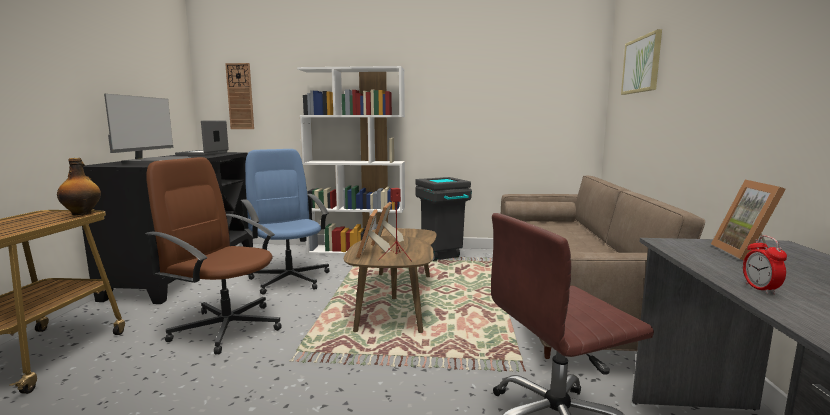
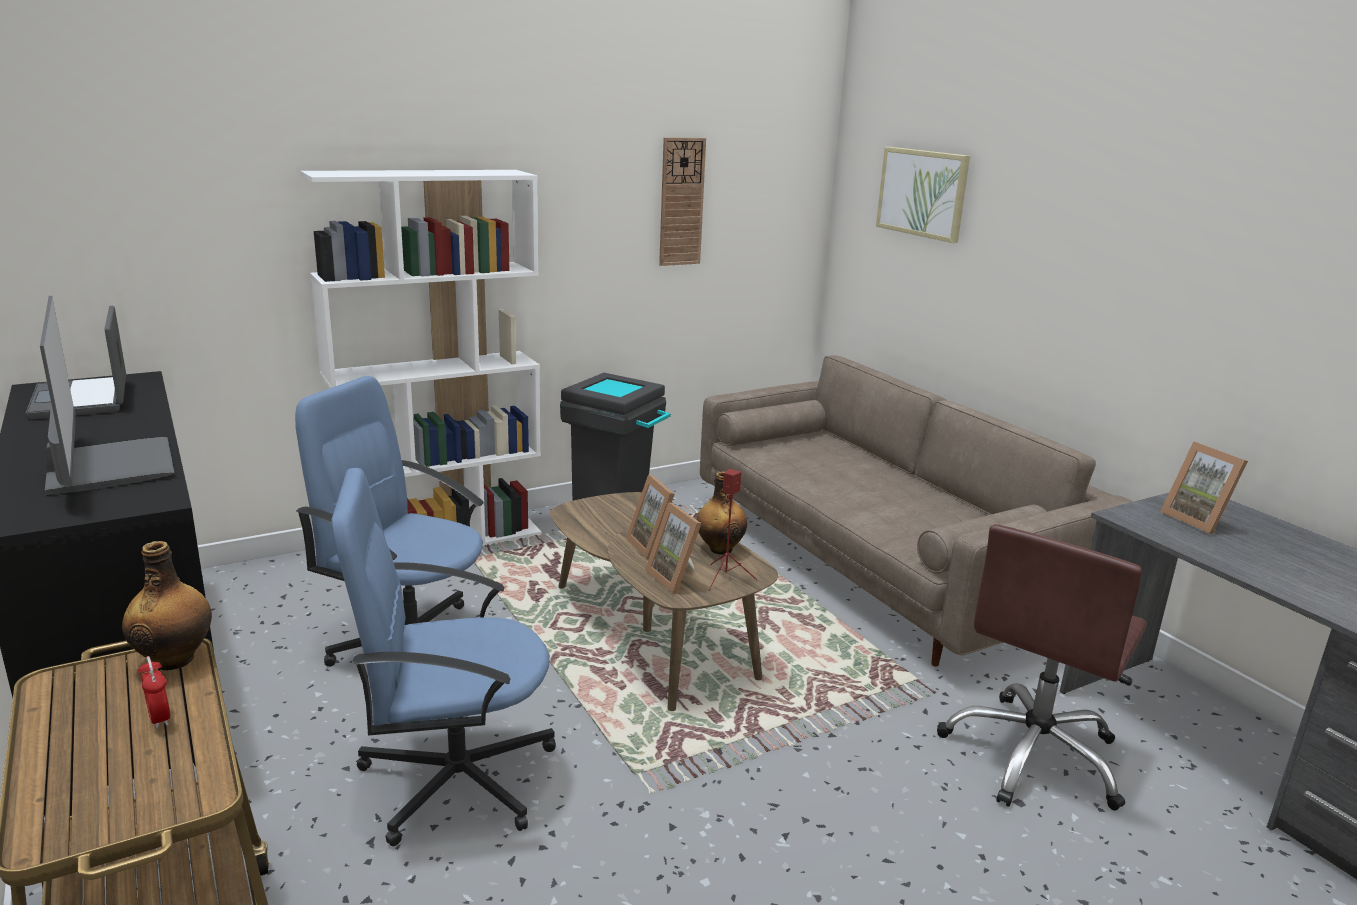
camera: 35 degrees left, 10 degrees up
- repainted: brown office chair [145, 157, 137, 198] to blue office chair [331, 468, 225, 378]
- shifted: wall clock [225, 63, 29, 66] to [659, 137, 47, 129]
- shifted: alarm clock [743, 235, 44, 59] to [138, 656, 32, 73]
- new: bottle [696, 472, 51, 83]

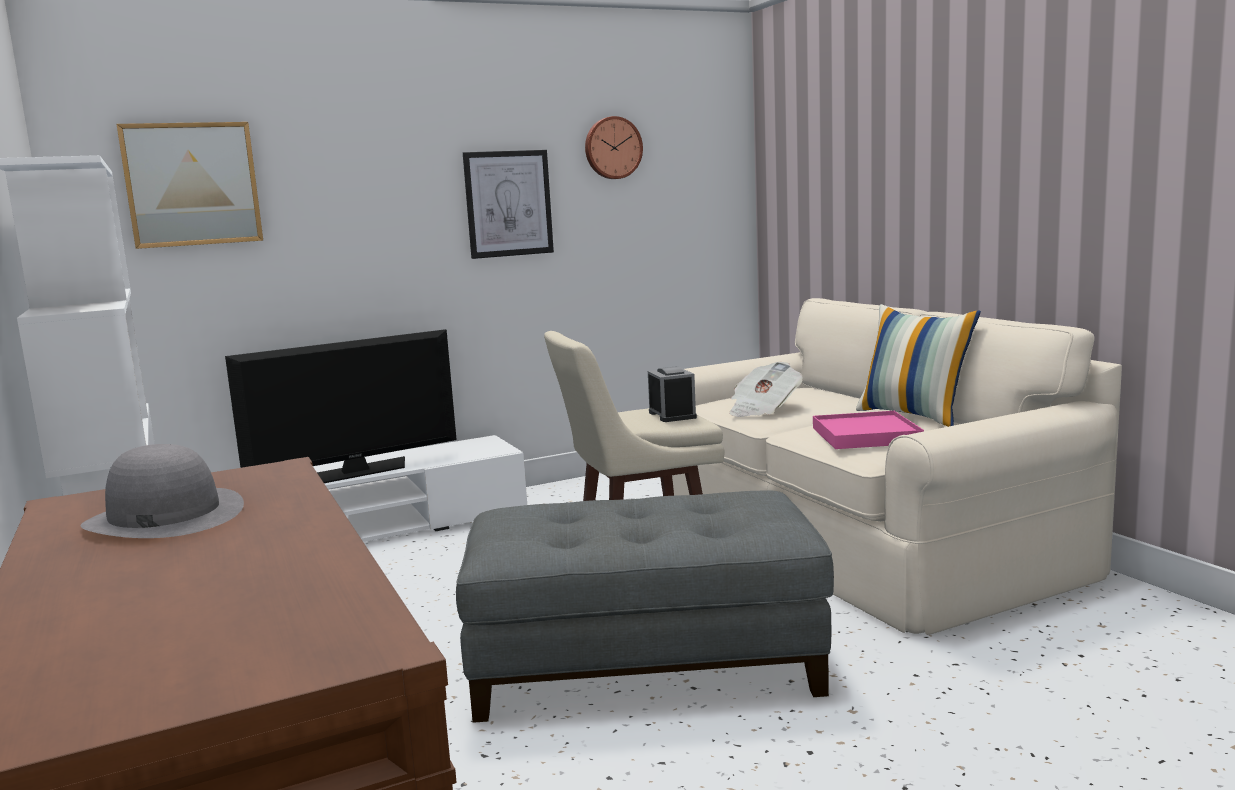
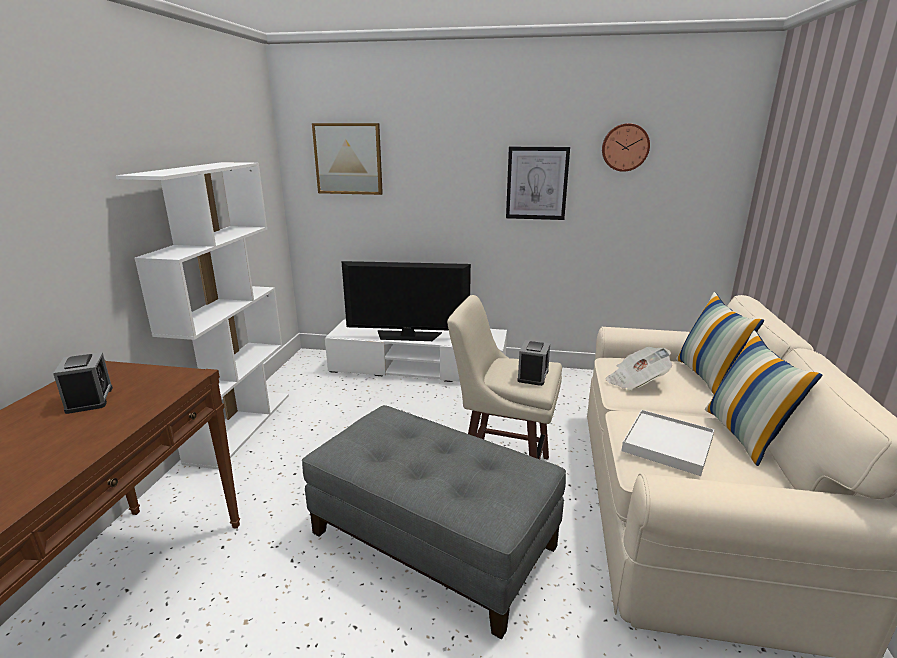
camera: 35 degrees right, 10 degrees up
- swapped: grey hat [81, 444, 163, 94] to alarm clock [53, 352, 60, 62]
- repainted: pink tray [813, 411, 111, 38] to white tray [621, 410, 94, 66]
- new: pillow [676, 292, 88, 102]

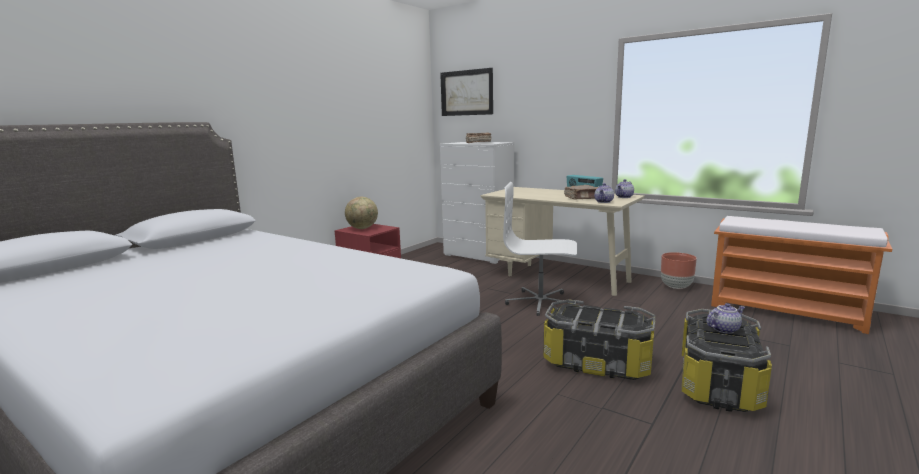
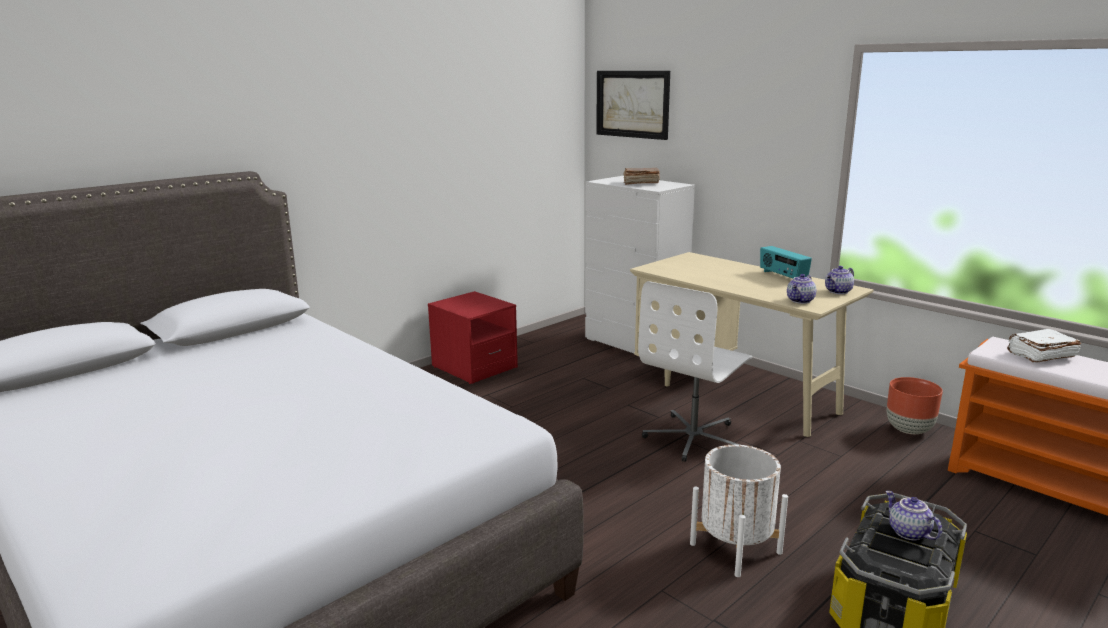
camera: 10 degrees right, 5 degrees up
- gone: globe [345, 197, 33, 32]
- rotated: white office chair [503, 182, 74, 134] = [638, 281, 115, 181] 75 degrees counterclockwise
- swapped: storage box [543, 299, 113, 81] to white planter [690, 445, 98, 132]
- gone: brown book [564, 185, 34, 14]
- rotated: teapot [707, 303, 38, 31] = [886, 491, 56, 50] 105 degrees counterclockwise
- new: white book [1007, 329, 74, 34]

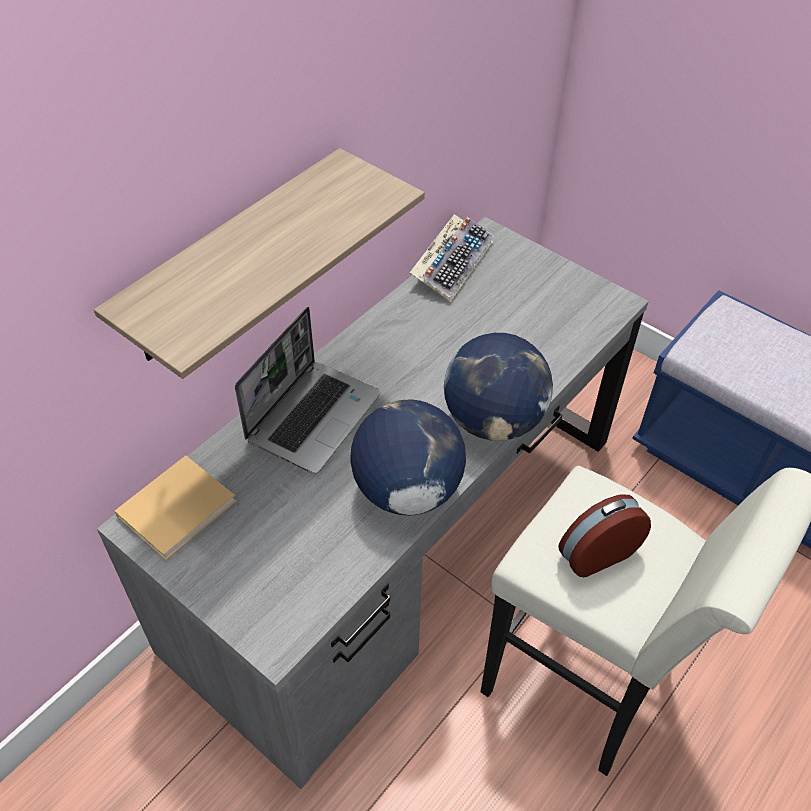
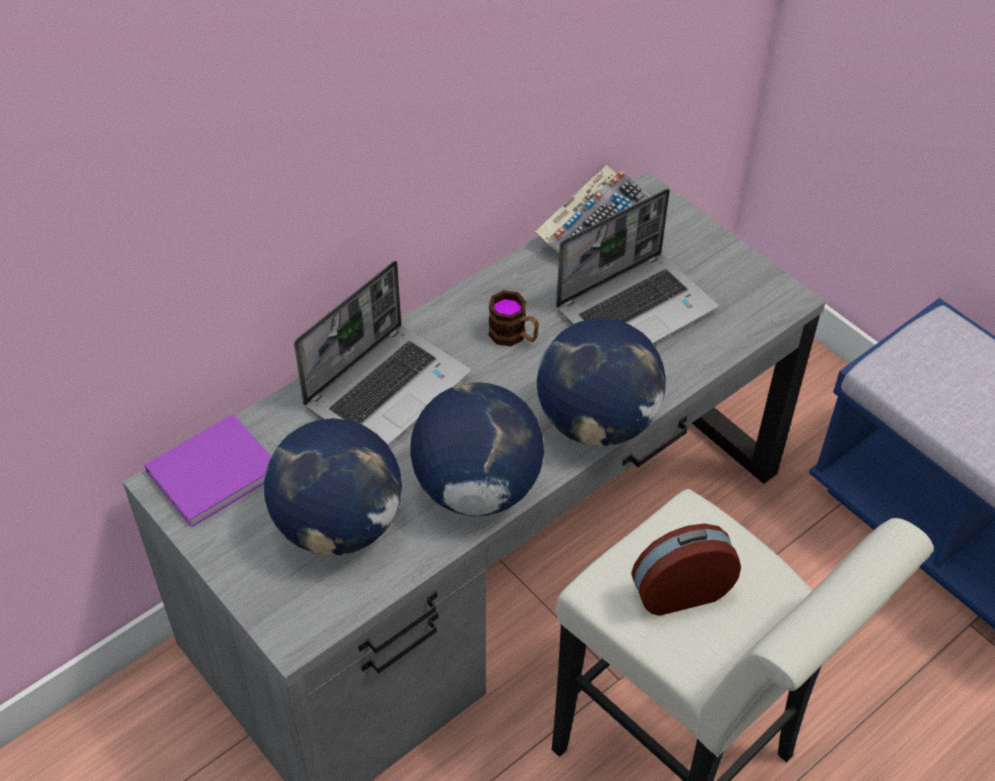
camera: 10 degrees right, 0 degrees up
- gone: shelf [94, 148, 331, 231]
- repainted: beige book [115, 456, 121, 104] to purple book [144, 414, 127, 114]
- new: globe [264, 418, 138, 138]
- new: mug [488, 290, 51, 57]
- new: laptop [556, 188, 162, 156]

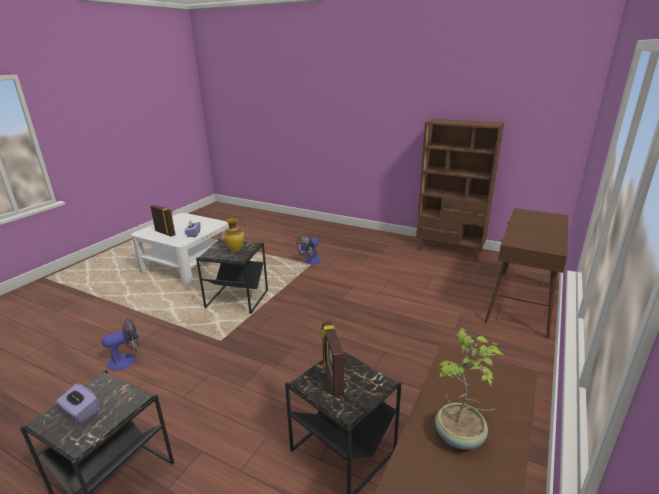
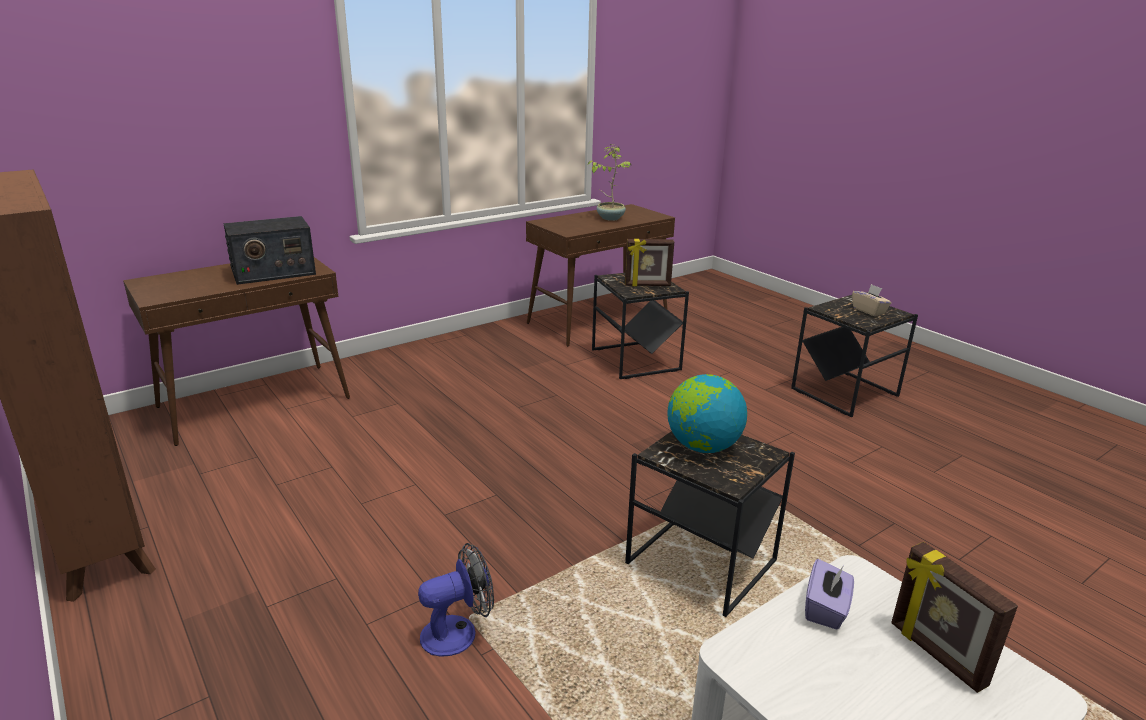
camera: 155 degrees left, 0 degrees up
- repainted: purple tissue box [56, 383, 43, 40] to beige tissue box [852, 284, 40, 32]
- gone: fan [102, 318, 37, 52]
- swapped: vase [224, 218, 20, 34] to globe [667, 374, 80, 79]
- rotated: picture frame [321, 321, 23, 76] = [625, 239, 49, 47] 75 degrees clockwise
- new: radio [223, 216, 93, 69]

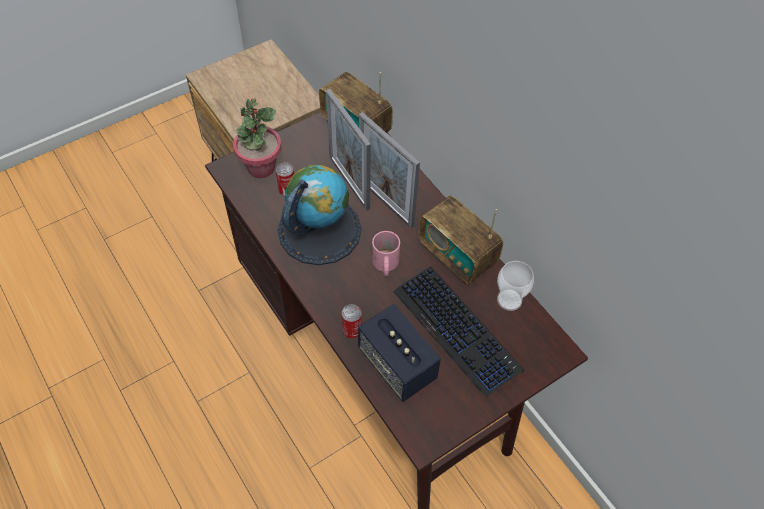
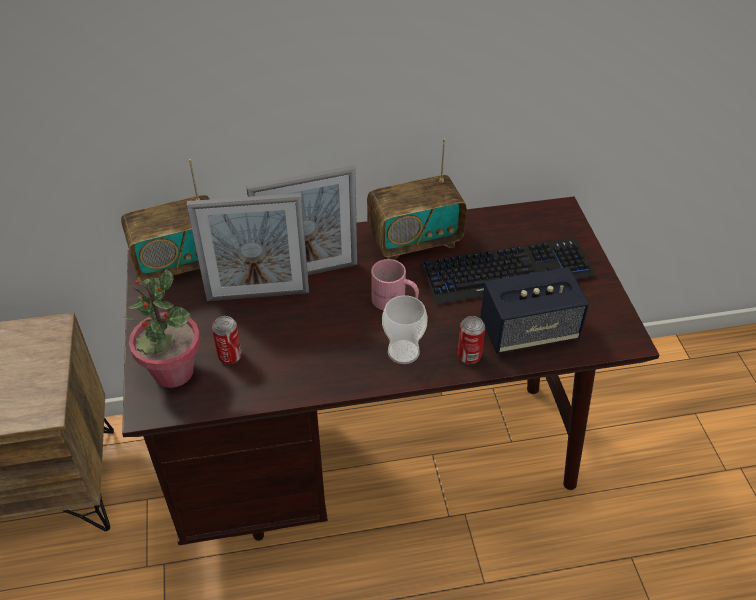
camera: 65 degrees left, 10 degrees down
- gone: globe [278, 165, 84, 100]
- shifted: cup [497, 261, 37, 50] to [382, 295, 45, 69]

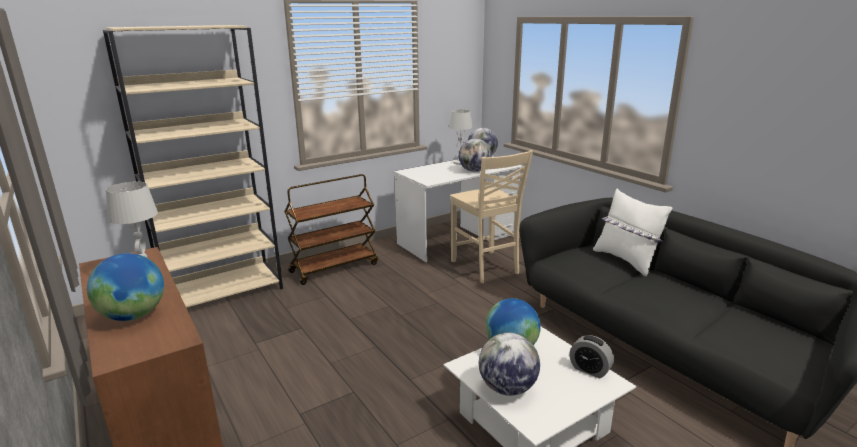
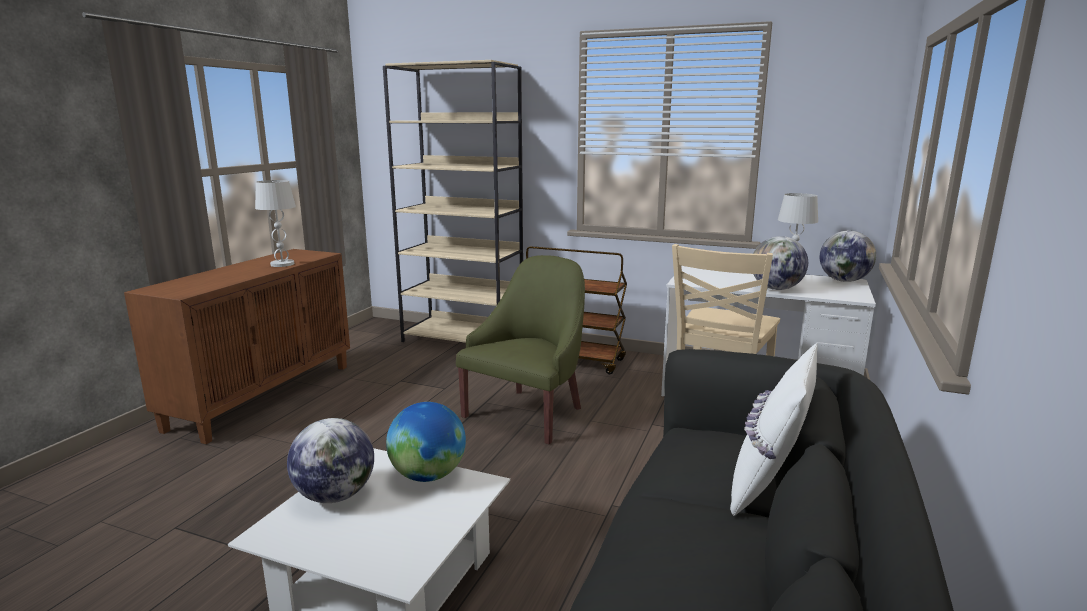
camera: 55 degrees right, 5 degrees down
- gone: globe [87, 253, 77, 68]
- gone: alarm clock [569, 335, 45, 43]
- new: green armchair [456, 255, 129, 189]

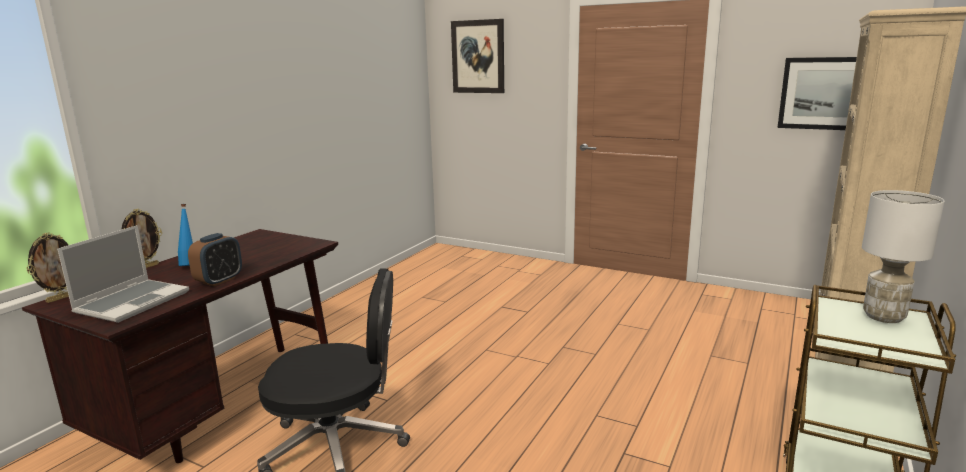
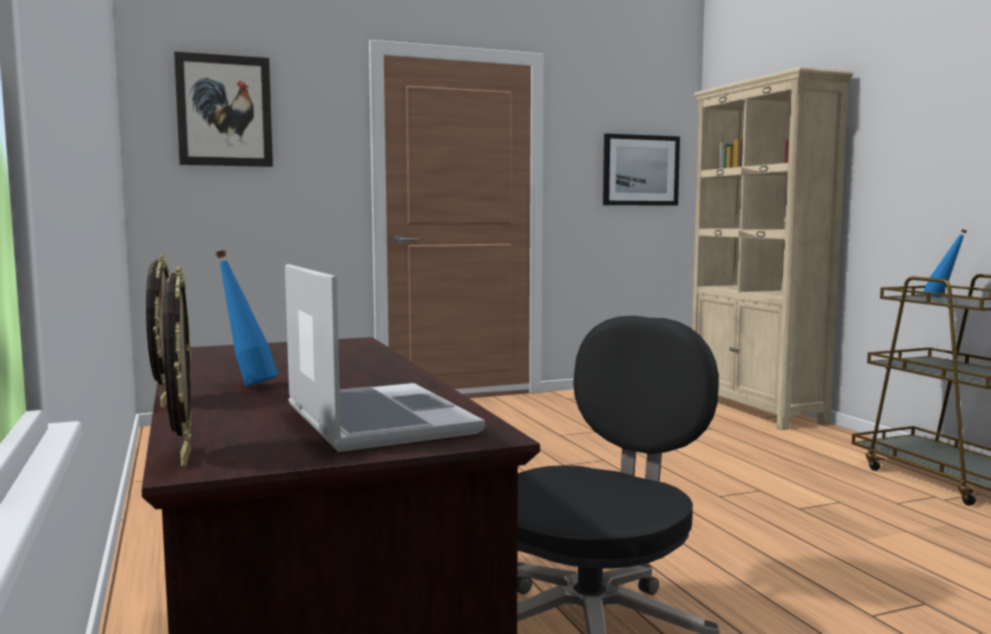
camera: 50 degrees left, 10 degrees down
- gone: alarm clock [188, 233, 54, 53]
- swapped: white table lamp [862, 190, 83, 133] to blue bottle [923, 229, 44, 69]

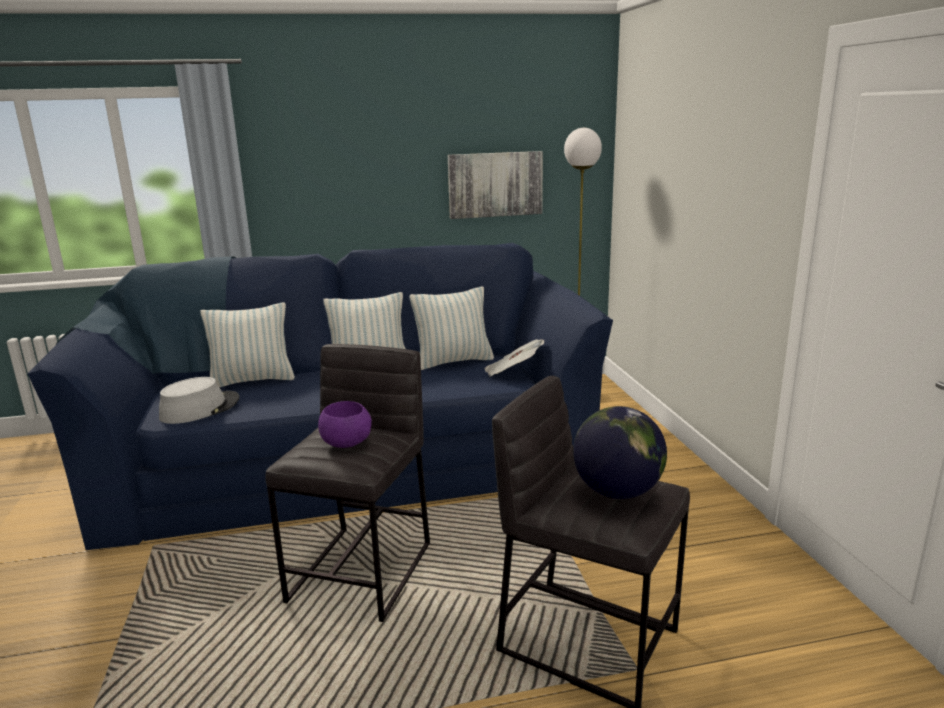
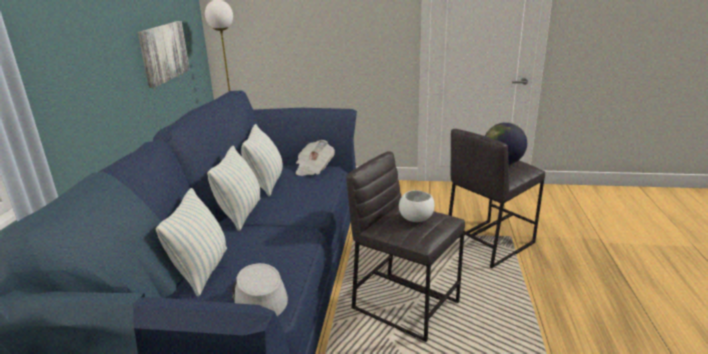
camera: 70 degrees left, 5 degrees up
- repainted: purple bowl [318, 401, 54, 47] to white bowl [399, 190, 36, 32]

